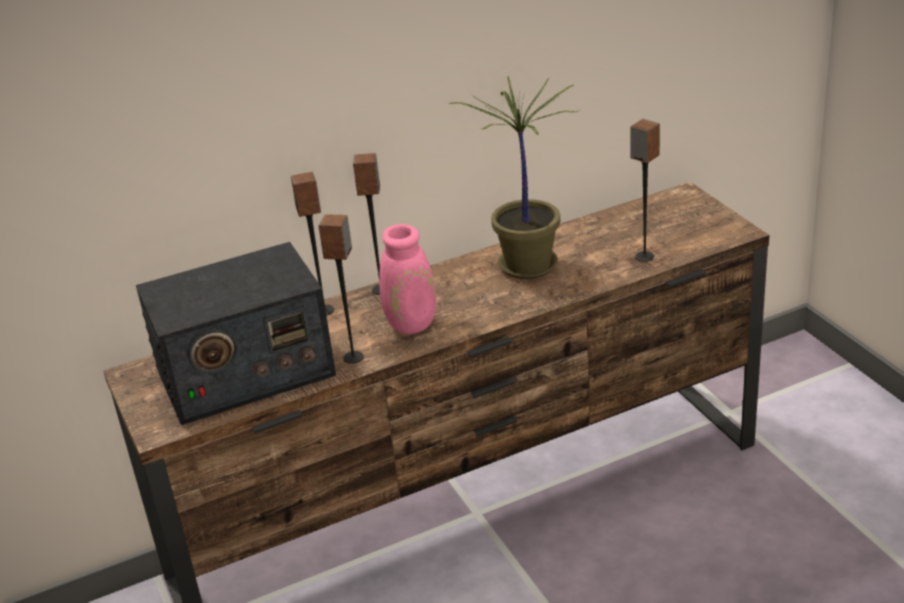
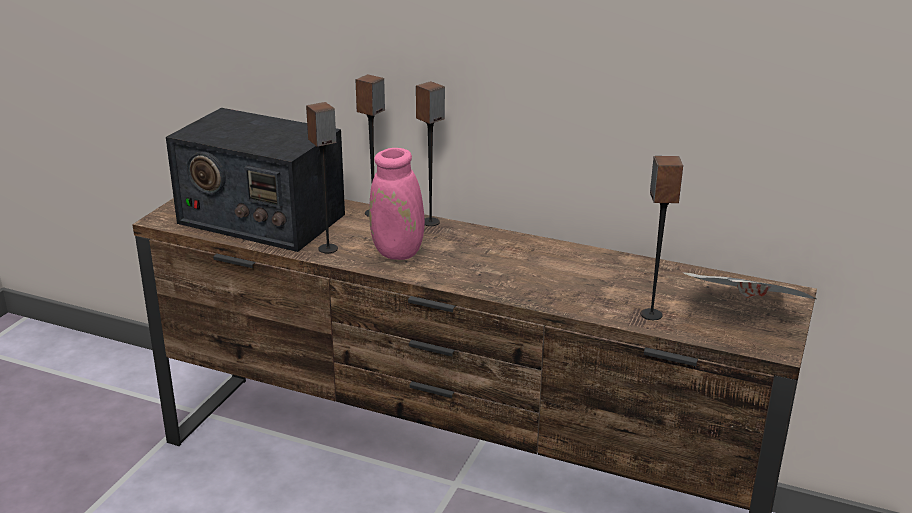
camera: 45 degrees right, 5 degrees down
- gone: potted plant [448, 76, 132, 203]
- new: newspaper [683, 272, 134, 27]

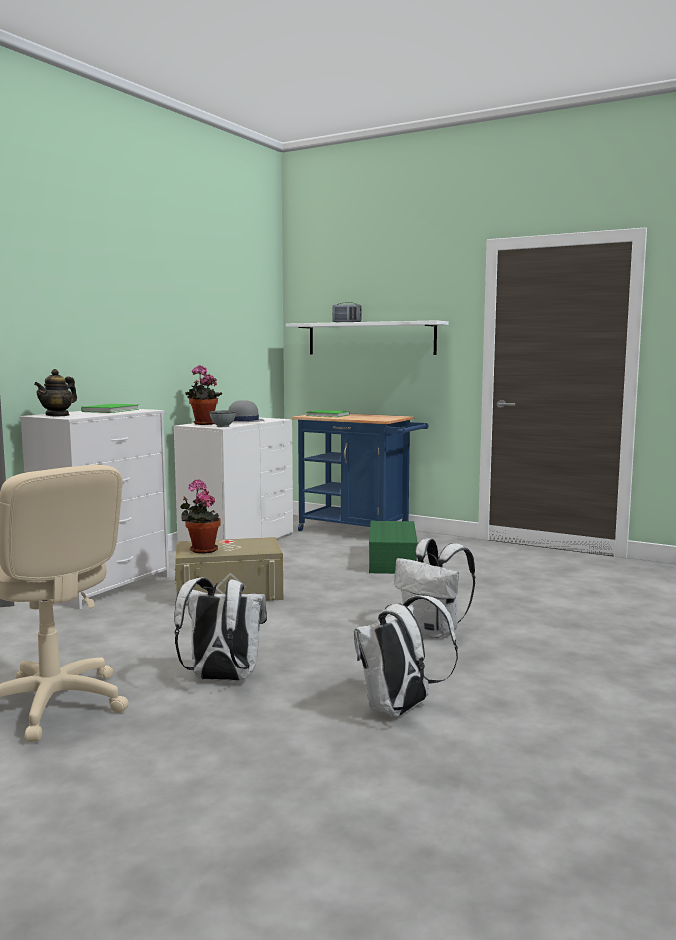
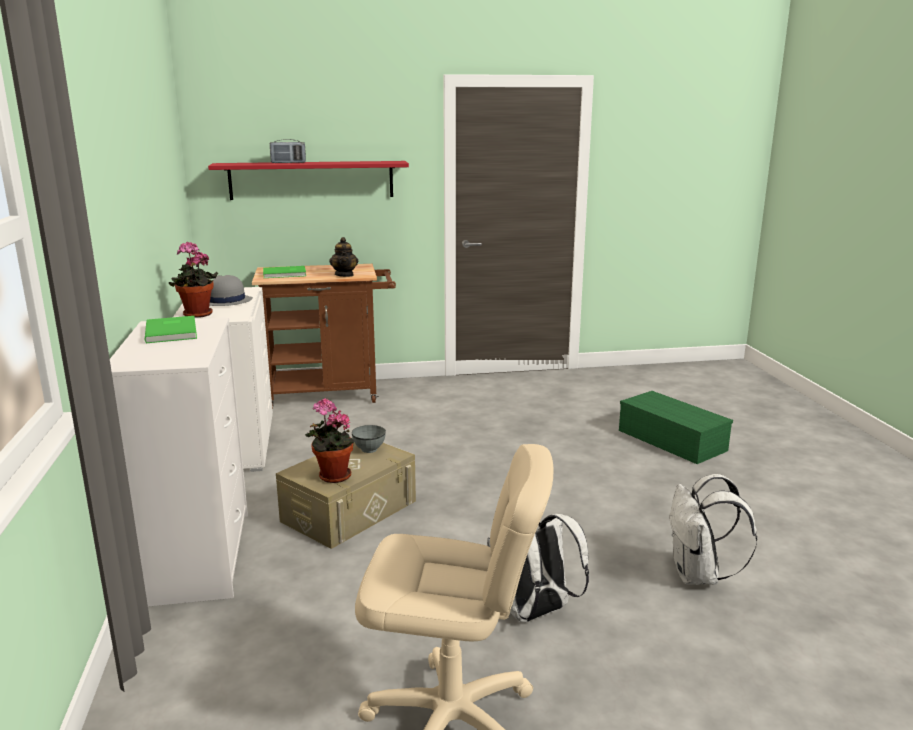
camera: 40 degrees left, 10 degrees up
- shifted: teapot [34, 369, 43, 48] to [329, 237, 29, 40]
- shifted: grey bowl [209, 411, 27, 16] to [352, 425, 34, 28]
- repainted: white shelf [286, 320, 163, 35] to red shelf [208, 161, 201, 39]
- repainted: blue cart [292, 414, 136, 117] to brown cart [252, 264, 144, 145]
- shifted: green storage box [369, 521, 49, 53] to [619, 391, 114, 73]
- gone: white backpack [394, 538, 81, 100]

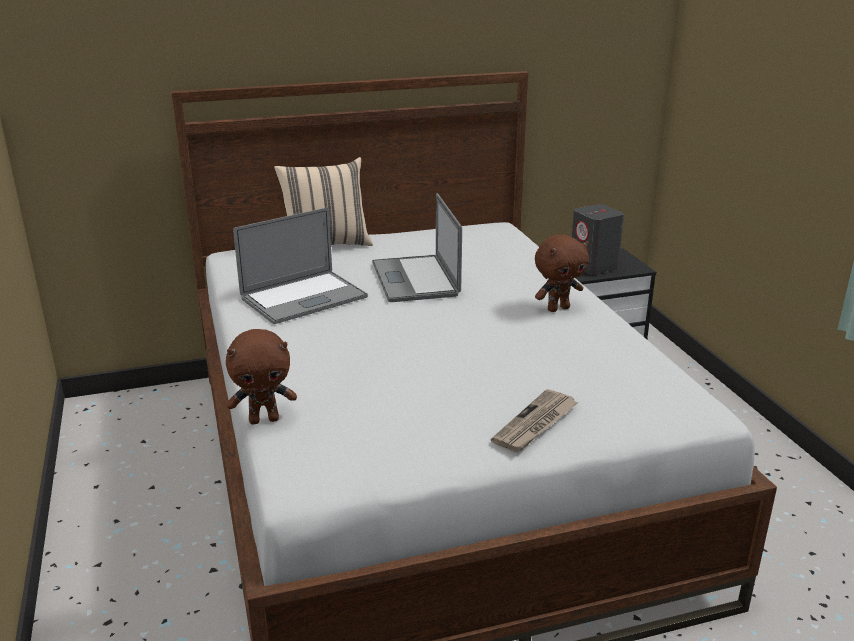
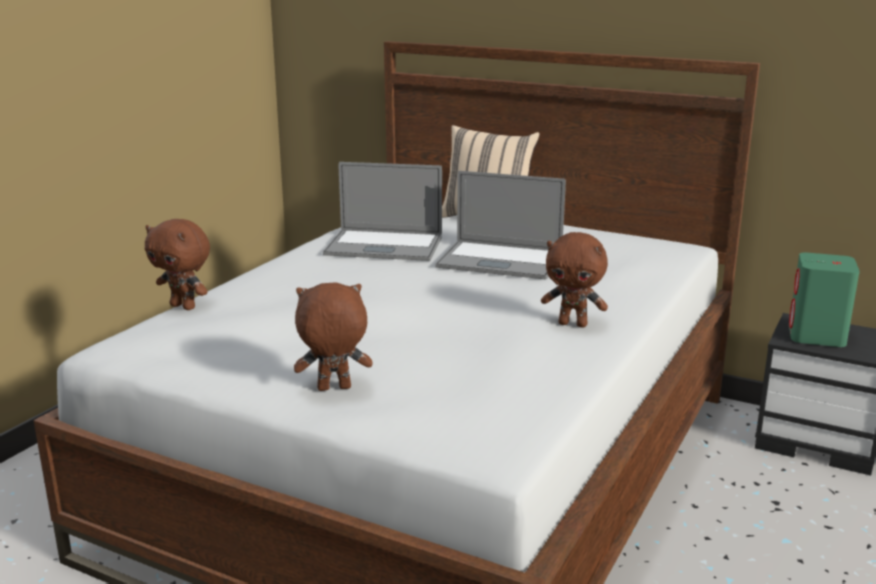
camera: 45 degrees right, 5 degrees down
- rotated: laptop [372, 193, 90, 109] = [435, 171, 131, 108] 105 degrees counterclockwise
- swapped: newspaper [491, 389, 88, 63] to brown plush toy [294, 283, 78, 108]
- repainted: grey speaker [572, 204, 52, 71] to green speaker [789, 253, 71, 94]

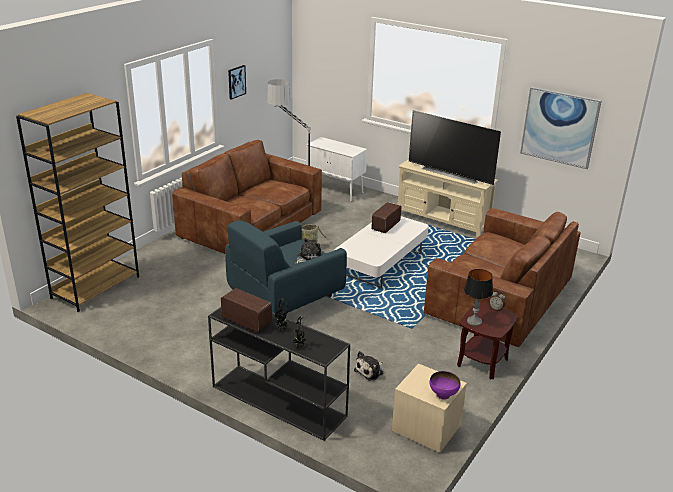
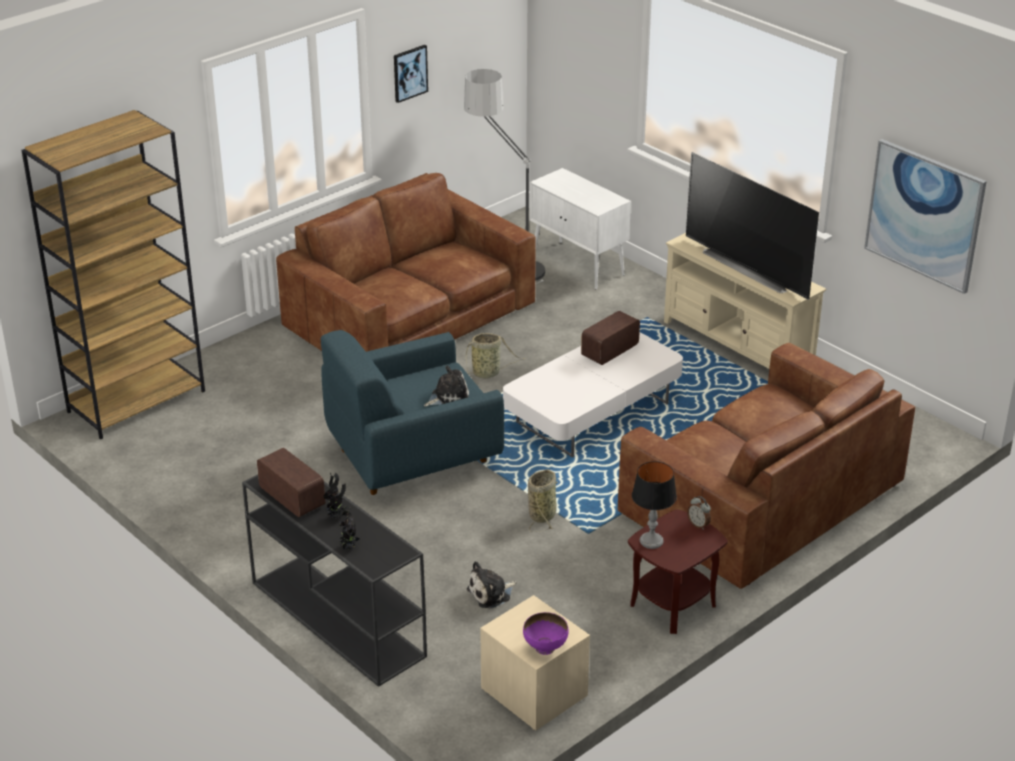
camera: 15 degrees right, 5 degrees up
- new: basket [528, 470, 30, 62]

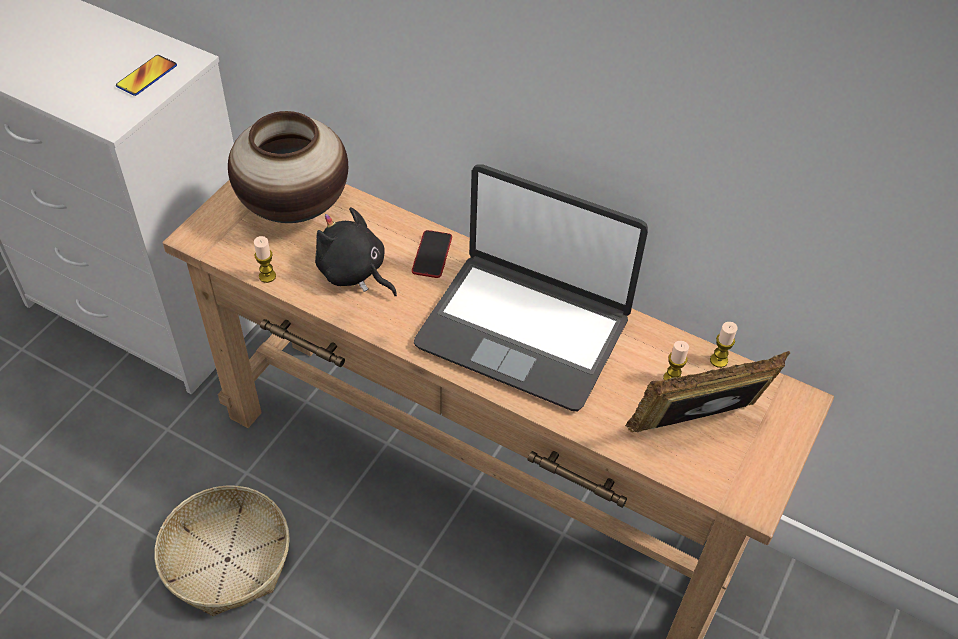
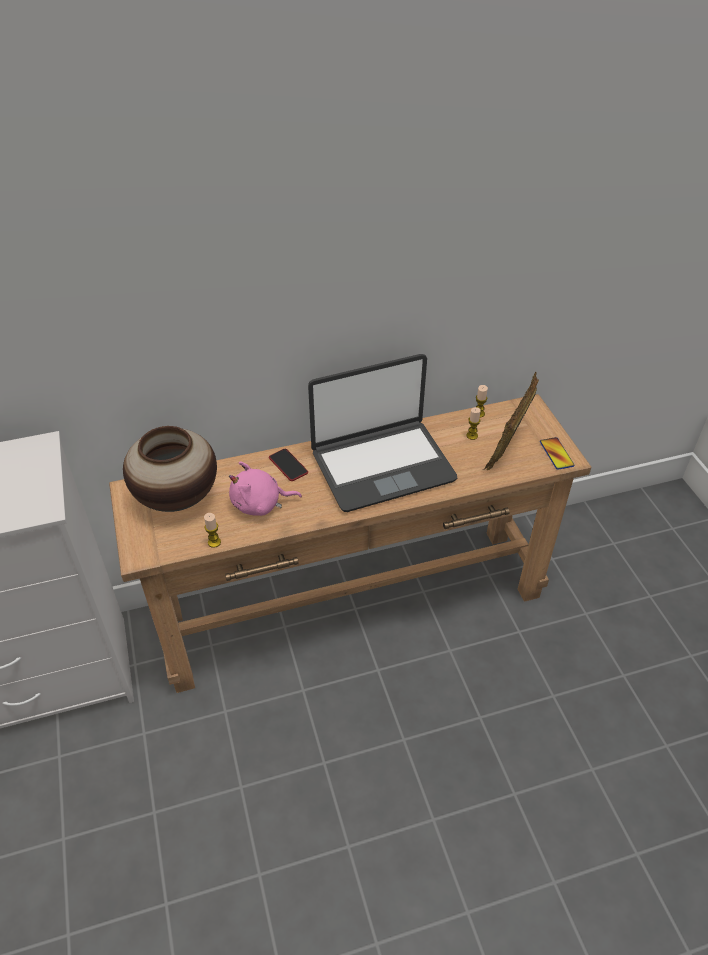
camera: 45 degrees left, 5 degrees down
- shifted: phone [116, 55, 61, 41] to [540, 437, 34, 33]
- gone: basket [154, 486, 136, 130]
- repainted: black plush toy [315, 207, 82, 89] to pink plush toy [229, 461, 73, 55]

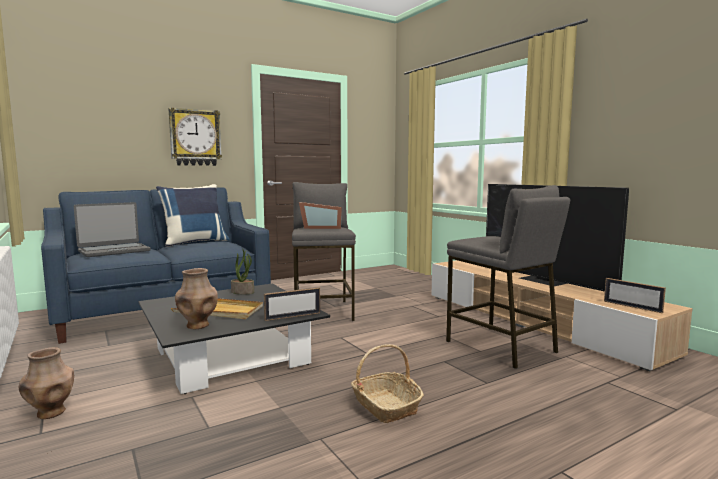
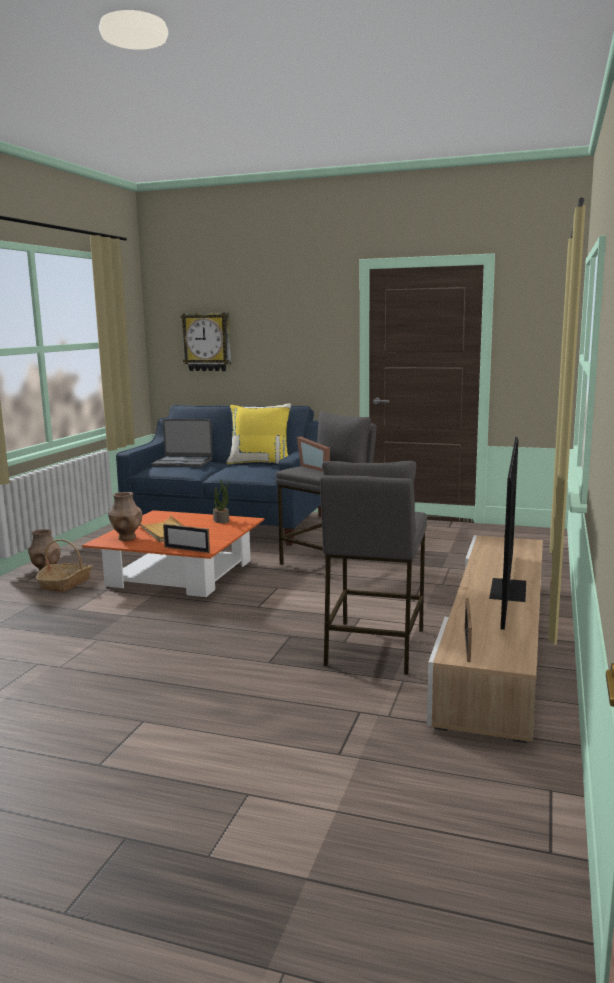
camera: 50 degrees right, 5 degrees up
- repainted: black coffee table [138, 284, 192, 110] to orange coffee table [82, 510, 182, 88]
- repainted: blue pillow [156, 184, 73, 63] to yellow pillow [226, 404, 65, 61]
- shifted: wall clock [168, 108, 54, 58] to [181, 313, 50, 58]
- shifted: basket [351, 344, 73, 79] to [35, 539, 58, 53]

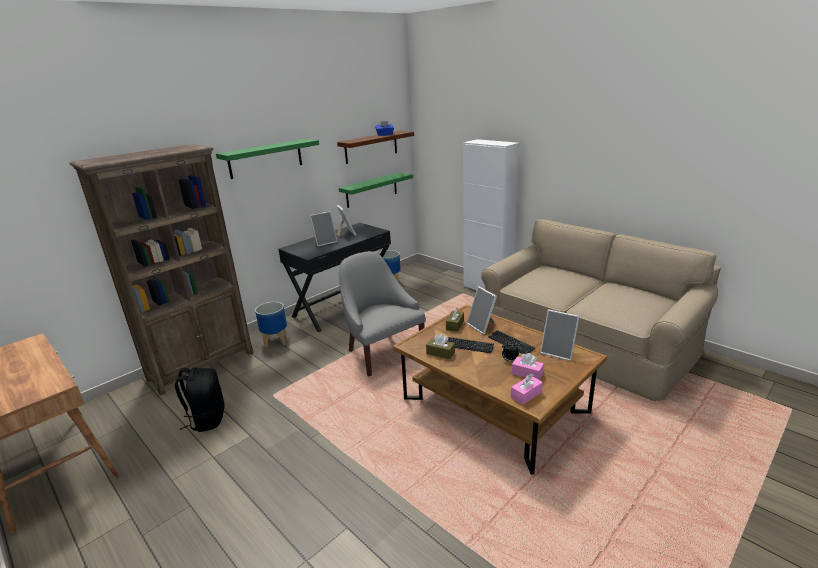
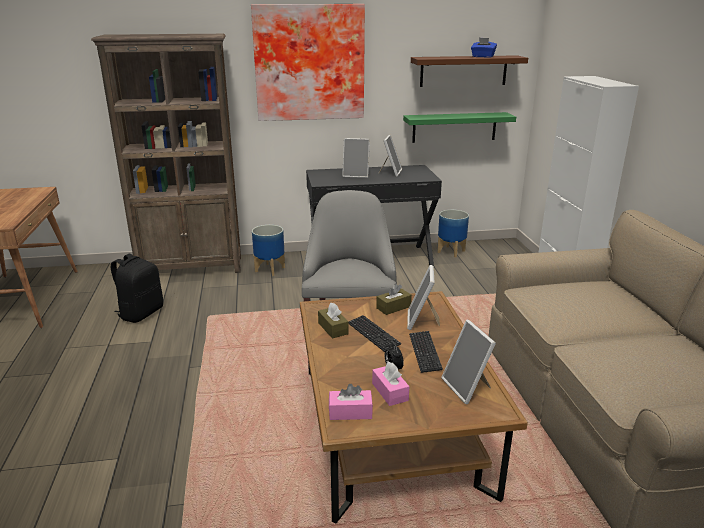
camera: 35 degrees right, 0 degrees up
- swapped: green shelf [216, 139, 103, 40] to picture [251, 4, 114, 117]

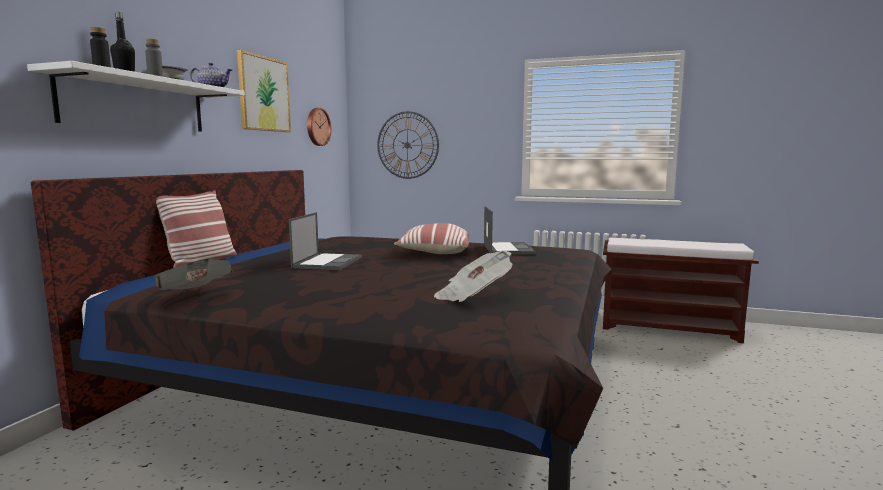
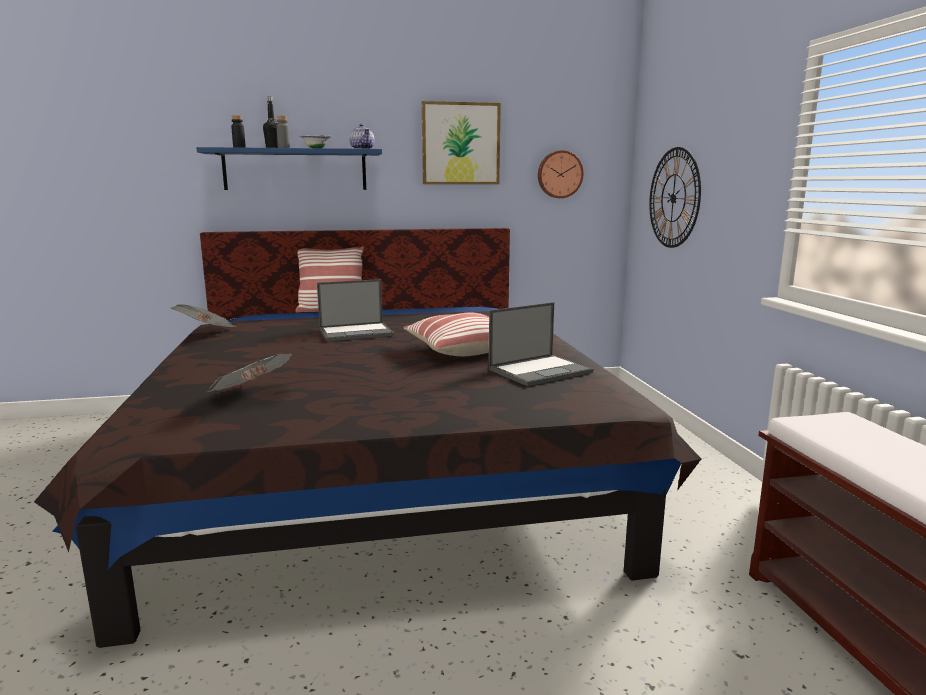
camera: 60 degrees right, 5 degrees up
- repainted: white shelf [27, 61, 218, 71] to blue shelf [196, 147, 186, 43]

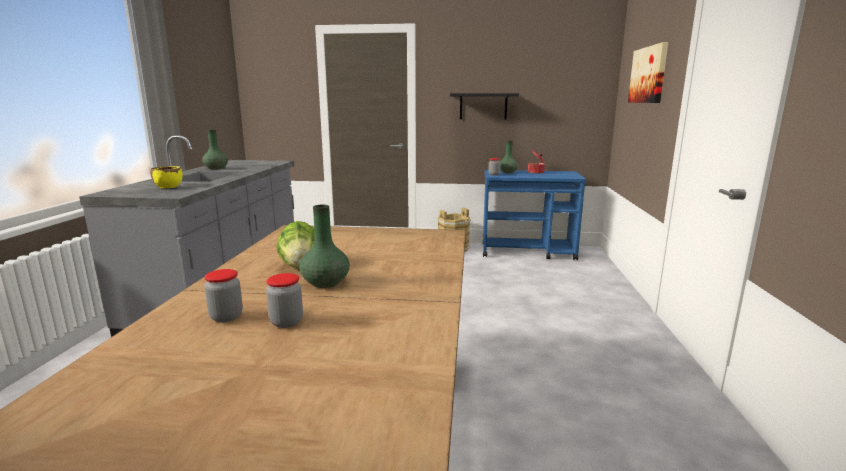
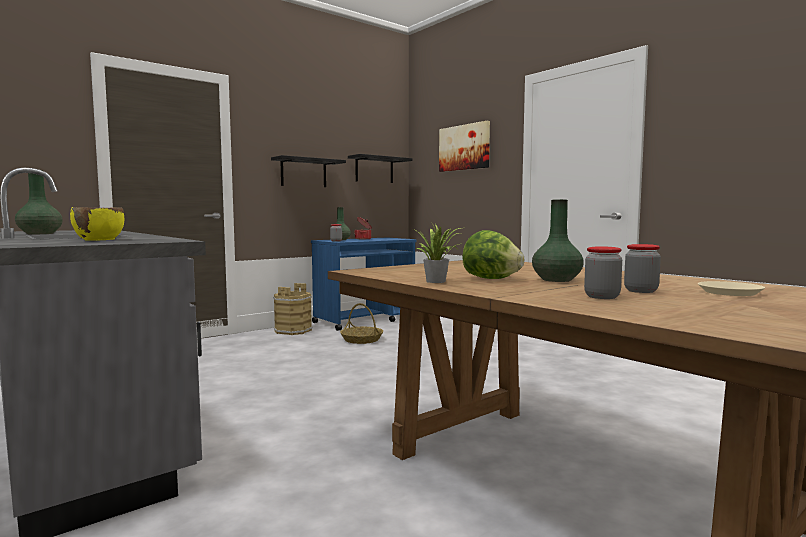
camera: 45 degrees left, 10 degrees down
- new: basket [340, 303, 43, 41]
- new: black shelf [348, 154, 64, 29]
- new: potted plant [413, 223, 47, 60]
- new: beige plate [698, 281, 67, 15]

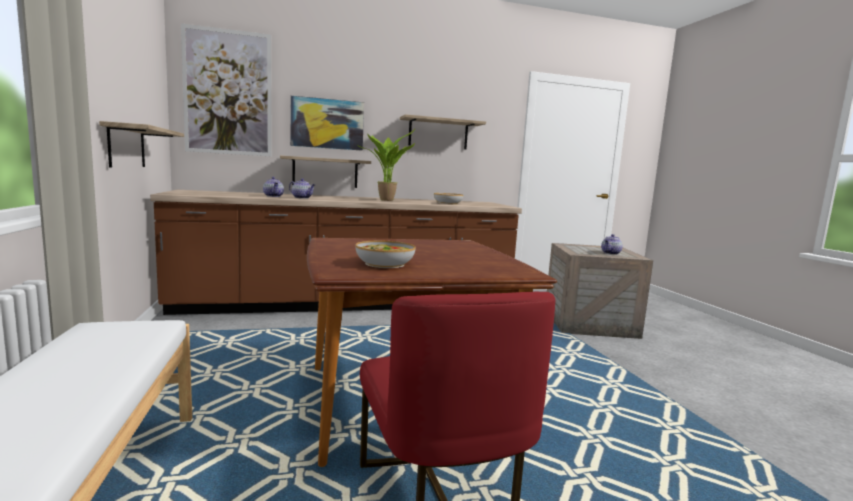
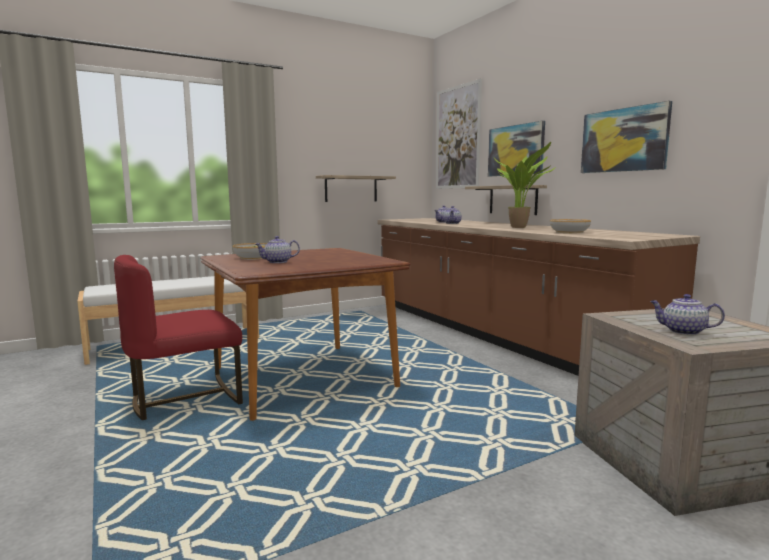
camera: 75 degrees right, 0 degrees up
- swapped: shelf [400, 114, 86, 35] to picture [581, 101, 91, 72]
- new: teapot [255, 236, 45, 27]

